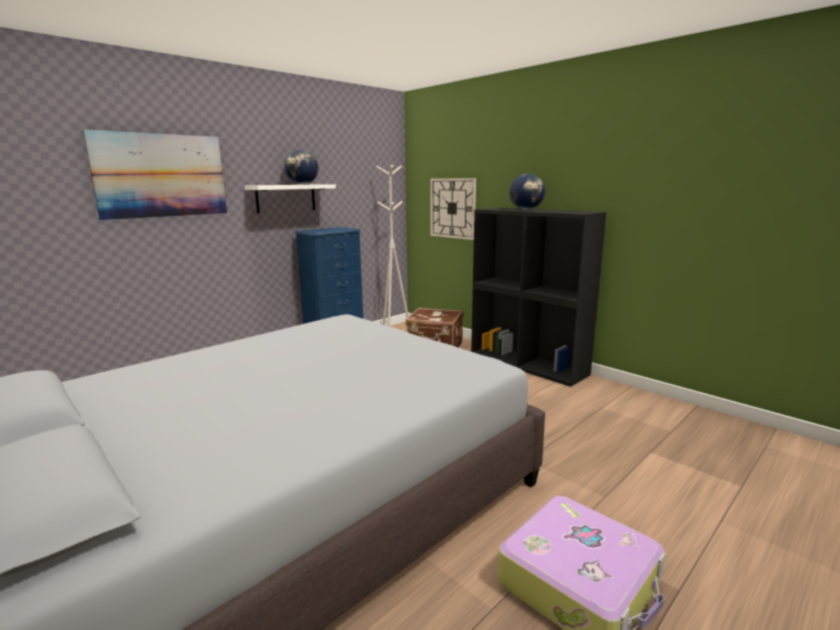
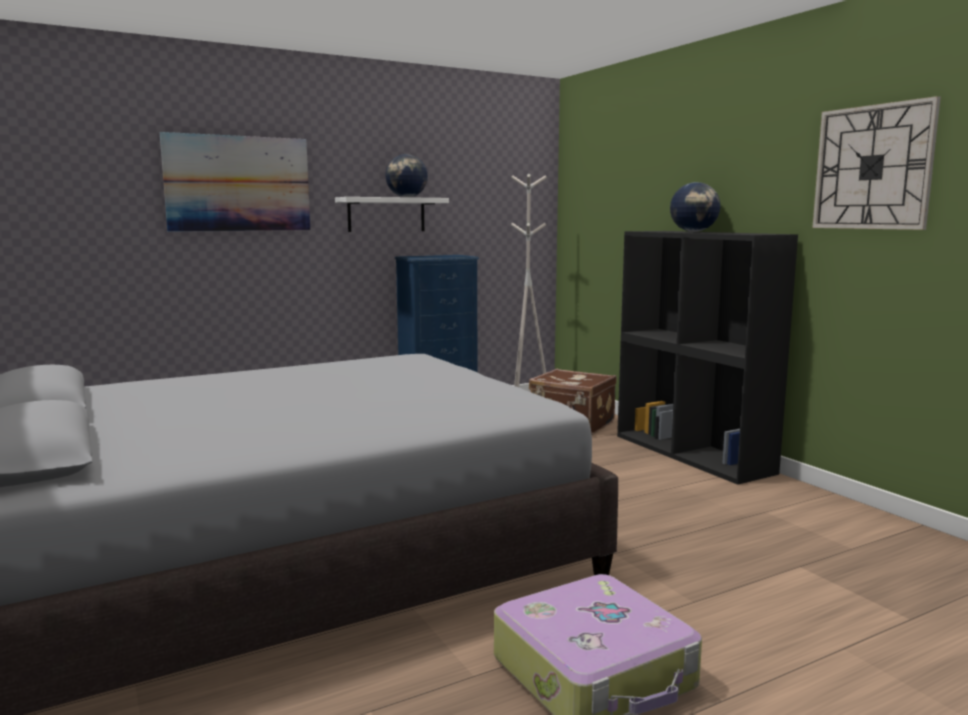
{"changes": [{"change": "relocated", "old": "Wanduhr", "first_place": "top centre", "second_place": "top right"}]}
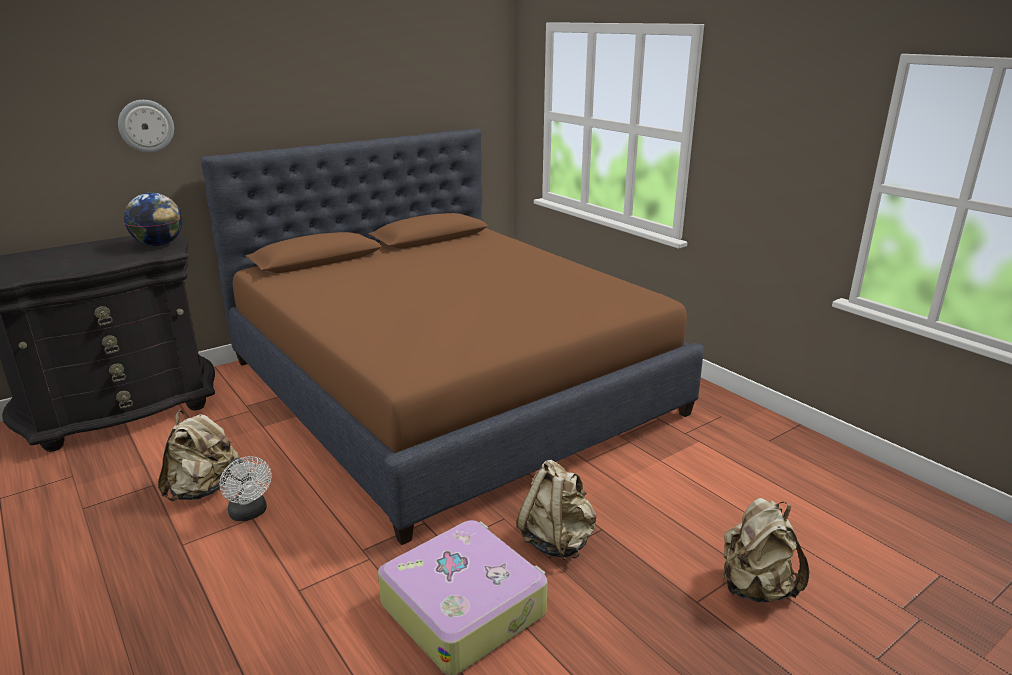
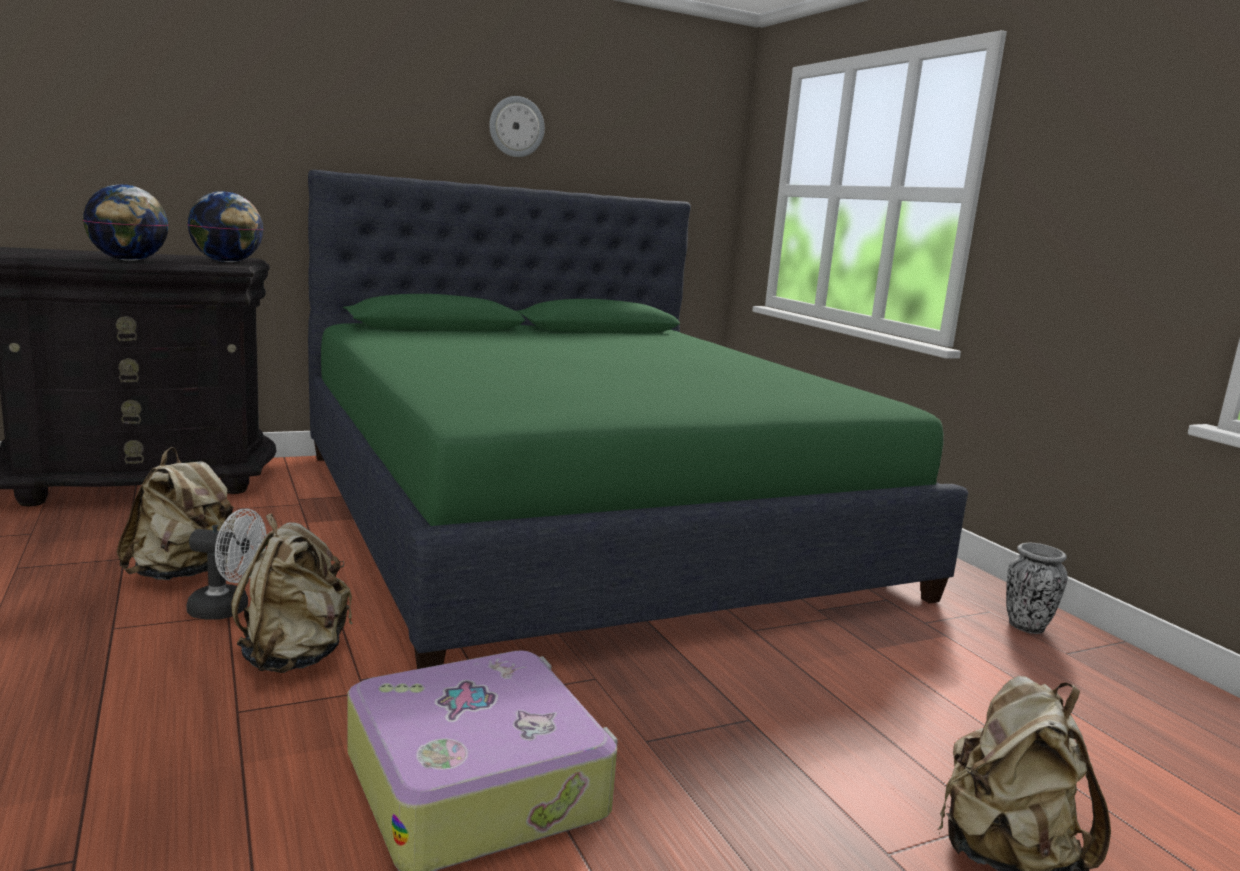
{"changes": [{"change": "relocated", "old": "Wanduhr", "first_place": "top left", "second_place": "top centre"}, {"change": "colour", "old": "Bett/braun", "new": "Bett/grün", "first_place": "centre", "second_place": "centre"}, {"change": "spun", "old": "Ventilator/weiß", "first_place": "bottom left", "second_place": "middle left", "degrees": -60}, {"change": "relocated", "old": "Rucksack/beige (no. 2 from left)", "first_place": "bottom centre", "second_place": "bottom left"}, {"change": "appeared", "new": "Globus (no. 1 from left)", "second_place": "top left"}, {"change": "appeared", "new": "Vase", "second_place": "bottom right"}]}
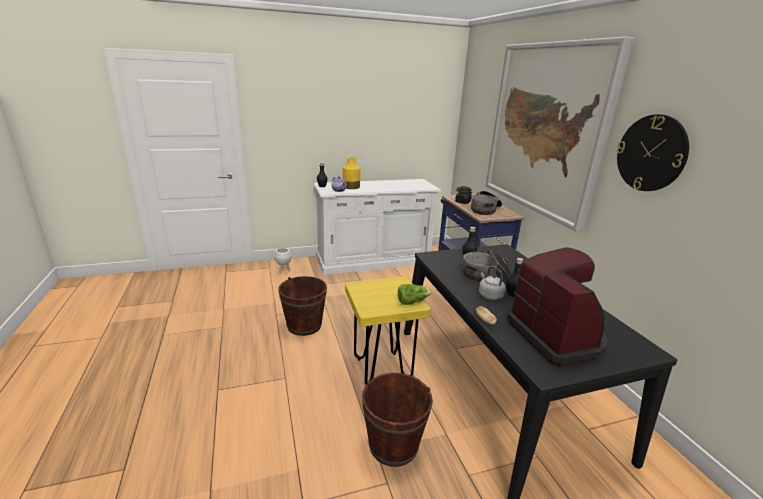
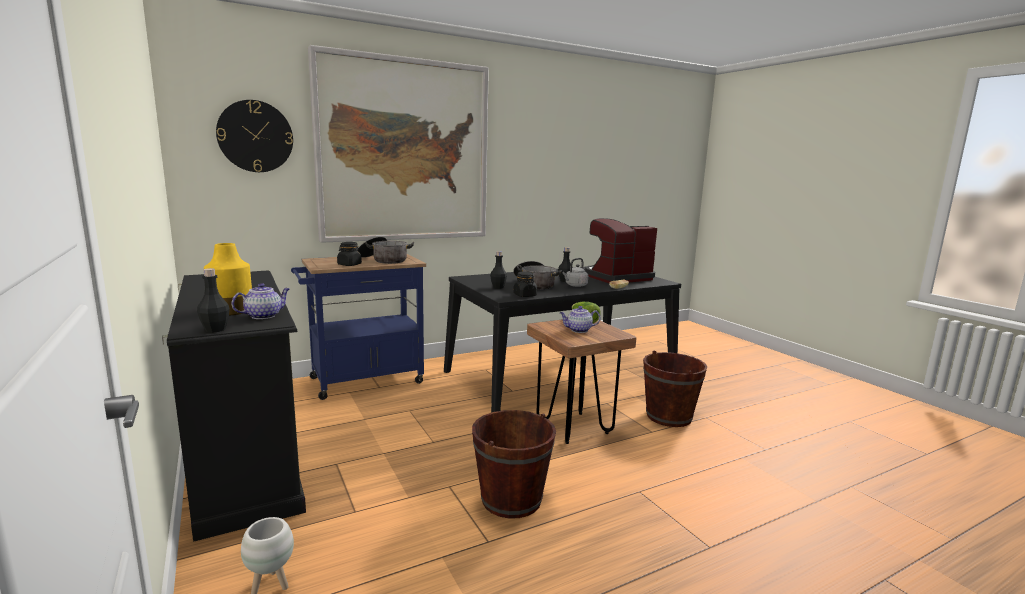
{"changes": [{"change": "relocated", "old": "Wanduhr", "first_place": "top right", "second_place": "top left"}, {"change": "colour", "old": "Schrank/weiß", "new": "Schrank/schwarz", "first_place": "centre", "second_place": "bottom left"}, {"change": "colour", "old": "Hocker/gelb", "new": "Hocker/braun", "first_place": "centre", "second_place": "centre"}, {"change": "appeared", "new": "Vorratsglas/schwarz (no. 2 from left)", "second_place": "centre"}, {"change": "appeared", "new": "Teekanne (no. 2 from left)", "second_place": "centre"}]}
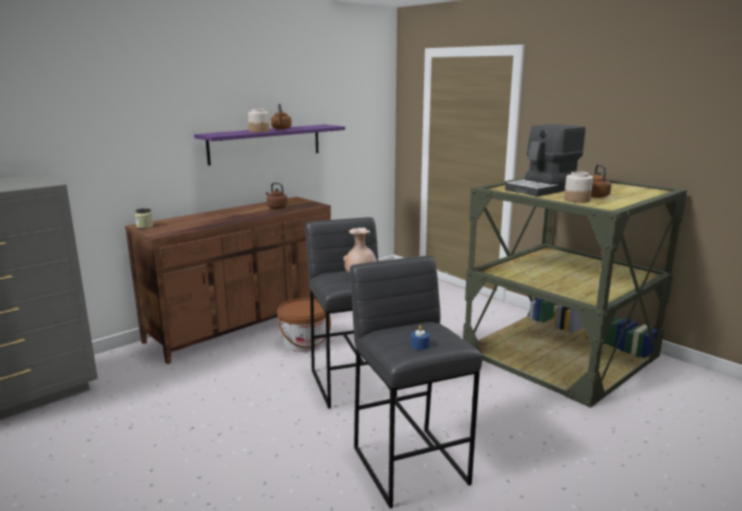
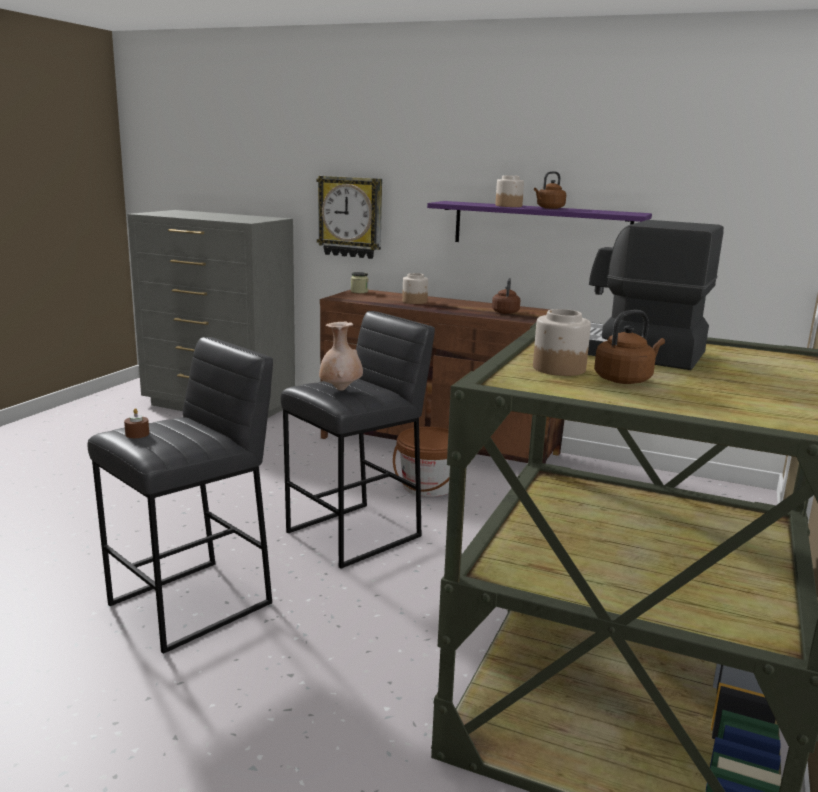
{"changes": [{"change": "colour", "old": "Kerze/blau", "new": "Kerze/braun", "first_place": "centre", "second_place": "middle left"}, {"change": "appeared", "new": "Wanduhr", "second_place": "top centre"}, {"change": "appeared", "new": "Vorratsglas (no. 2 from left)", "second_place": "centre"}]}
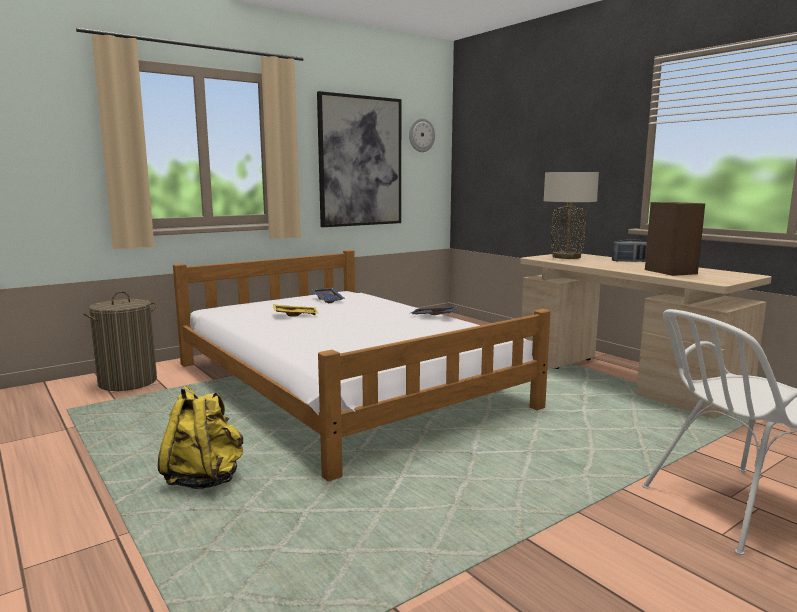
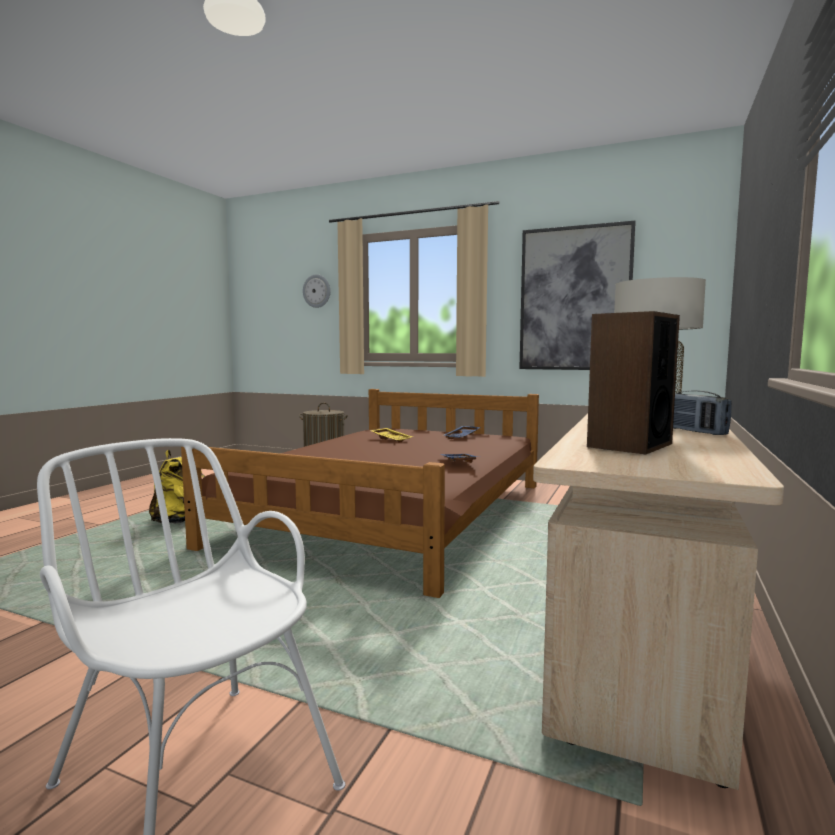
{"changes": [{"change": "relocated", "old": "Wanduhr", "first_place": "top centre", "second_place": "centre"}, {"change": "colour", "old": "Bett/weiß", "new": "Bett/braun", "first_place": "centre", "second_place": "centre"}]}
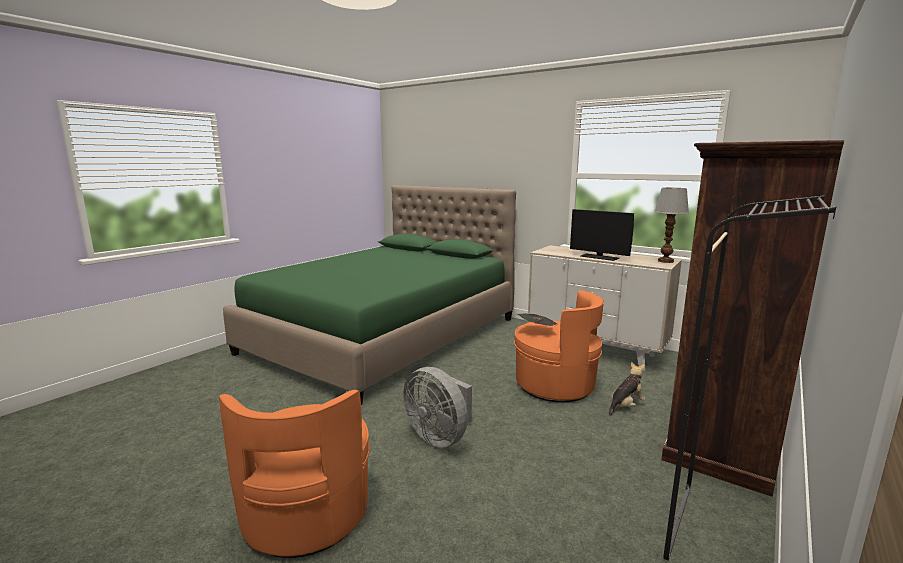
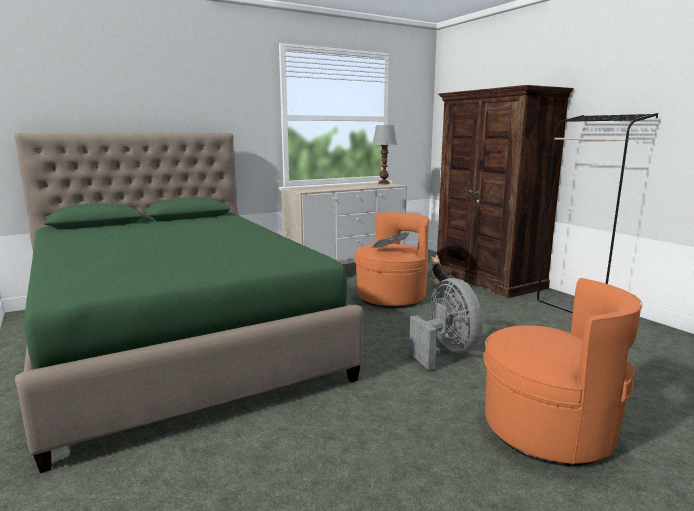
{"changes": [{"change": "missing", "old": "Monitor", "first_place": "middle right"}, {"change": "spun", "old": "Ventilator/grau", "first_place": "bottom centre", "second_place": "centre", "degrees": -90}]}
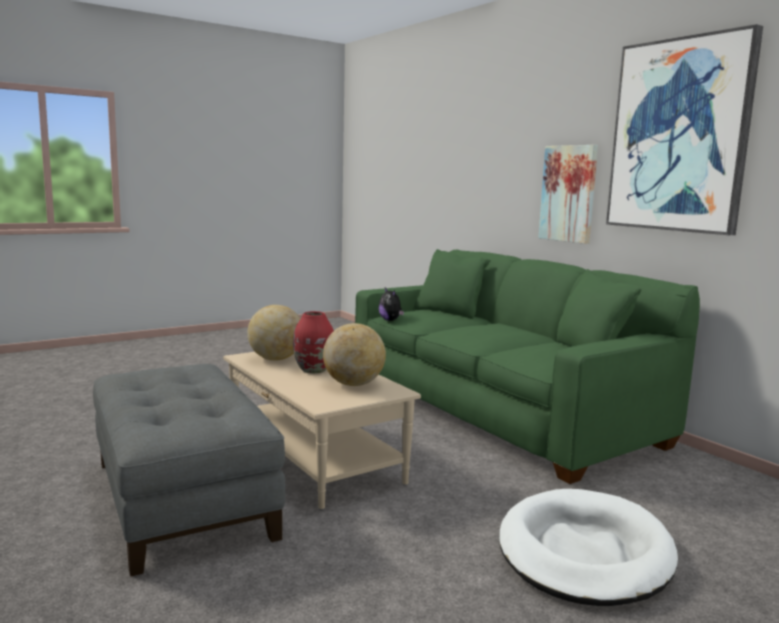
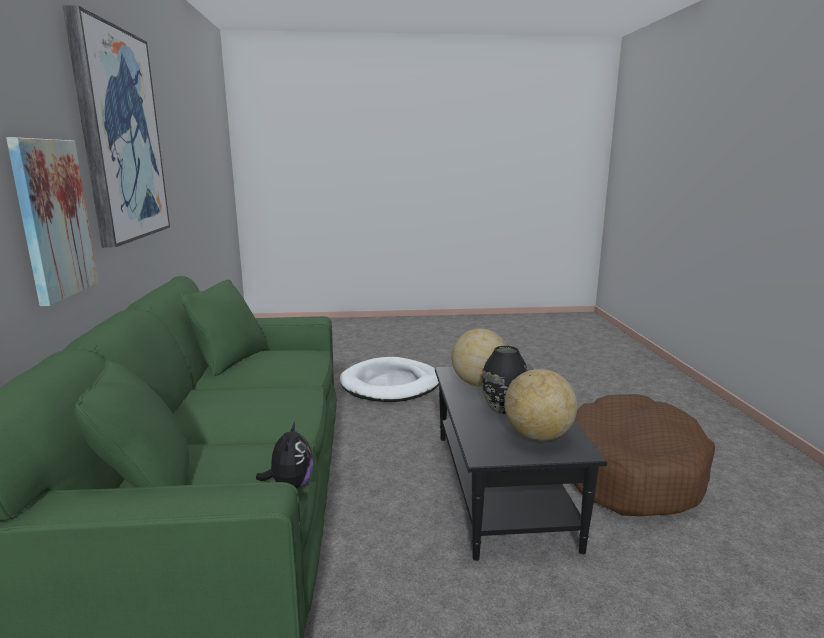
{"changes": [{"change": "colour", "old": "Vase/rot", "new": "Vase/schwarz", "first_place": "centre", "second_place": "centre"}, {"change": "colour", "old": "Couchtisch/beige", "new": "Couchtisch/schwarz", "first_place": "bottom centre", "second_place": "bottom centre"}, {"change": "exchanged", "old": "Polsterhocker/grau", "new": "Hundebett/braun", "first_place": "bottom left", "second_place": "bottom right"}]}
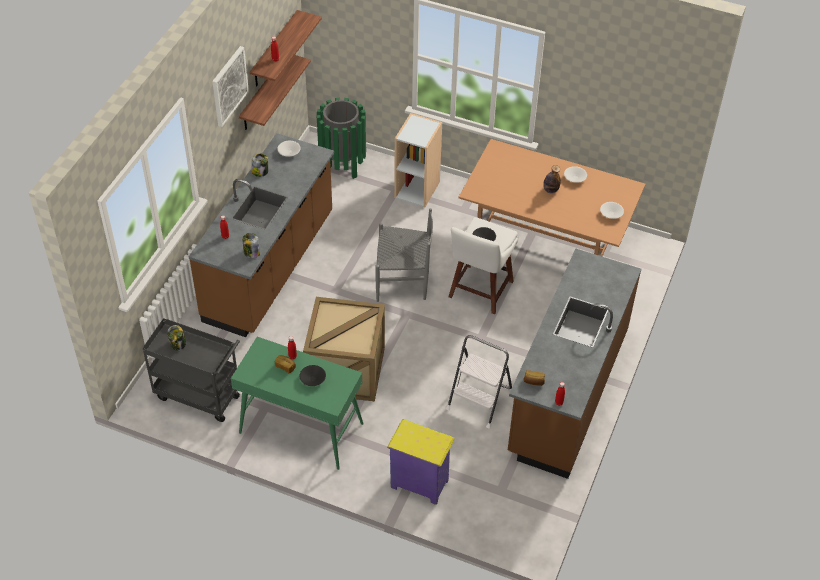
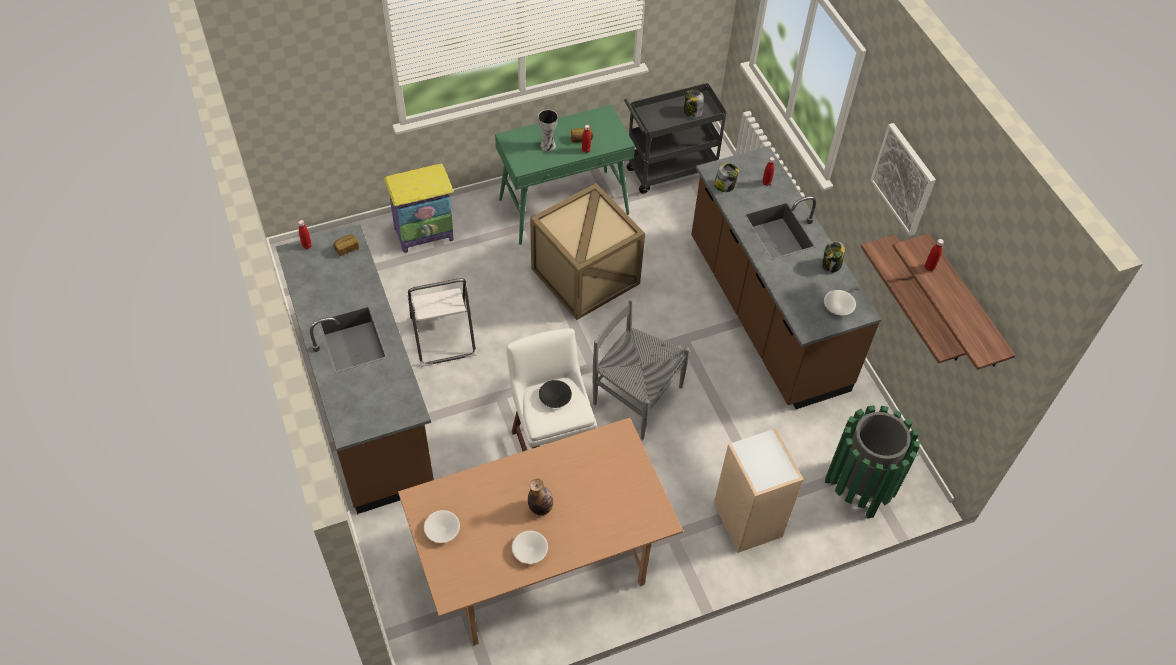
{"changes": [{"change": "spun", "old": "Stuhl/grau", "first_place": "centre", "second_place": "centre", "degrees": 75}, {"change": "exchanged", "old": "Schüssel/schwarz (no. 1 from left)", "new": "Vase", "first_place": "centre", "second_place": "top centre"}]}
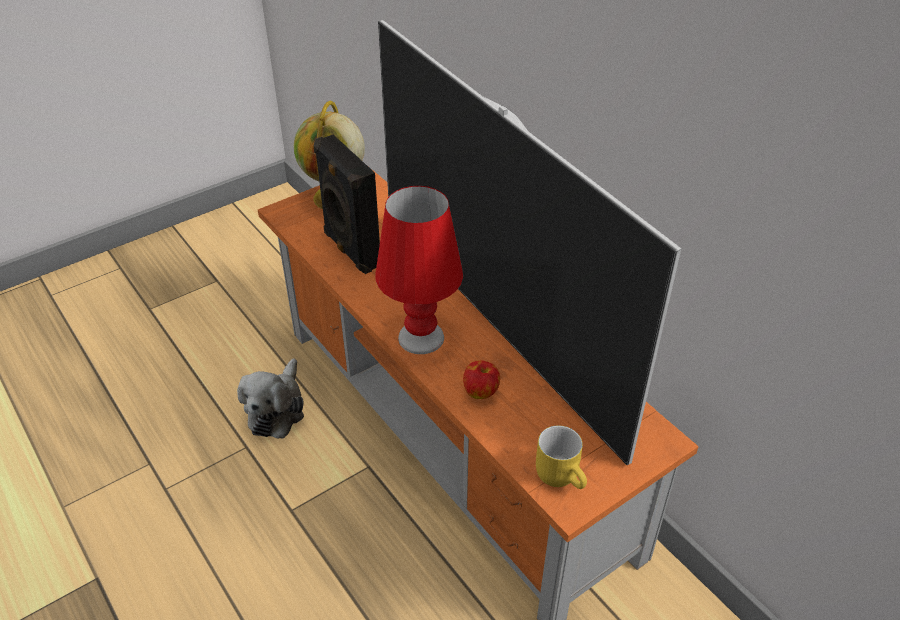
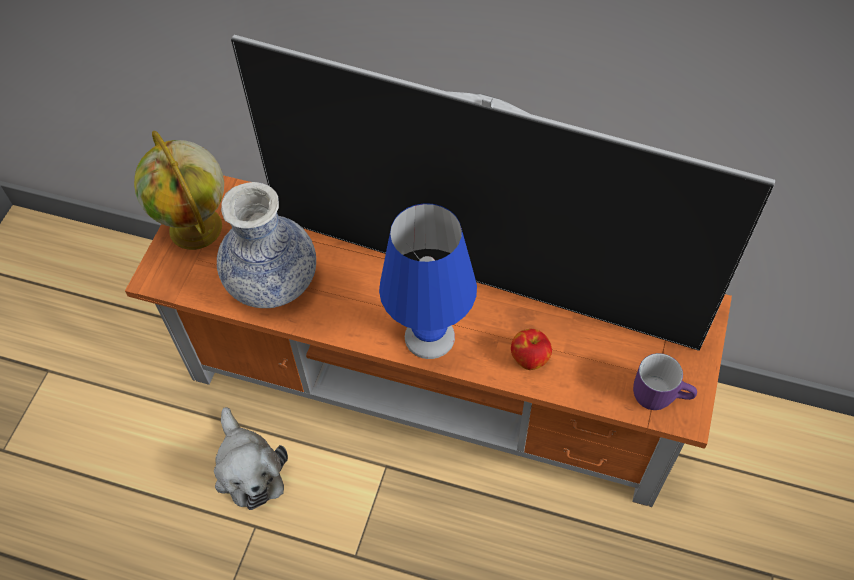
{"changes": [{"change": "exchanged", "old": "Lautsprecher/schwarz", "new": "Vase", "first_place": "top centre", "second_place": "middle left"}, {"change": "colour", "old": "Tischlampe/rot", "new": "Tischlampe/blau", "first_place": "centre", "second_place": "centre"}, {"change": "colour", "old": "Henkelbecher/gelb", "new": "Henkelbecher/lila", "first_place": "bottom centre", "second_place": "middle right"}]}
